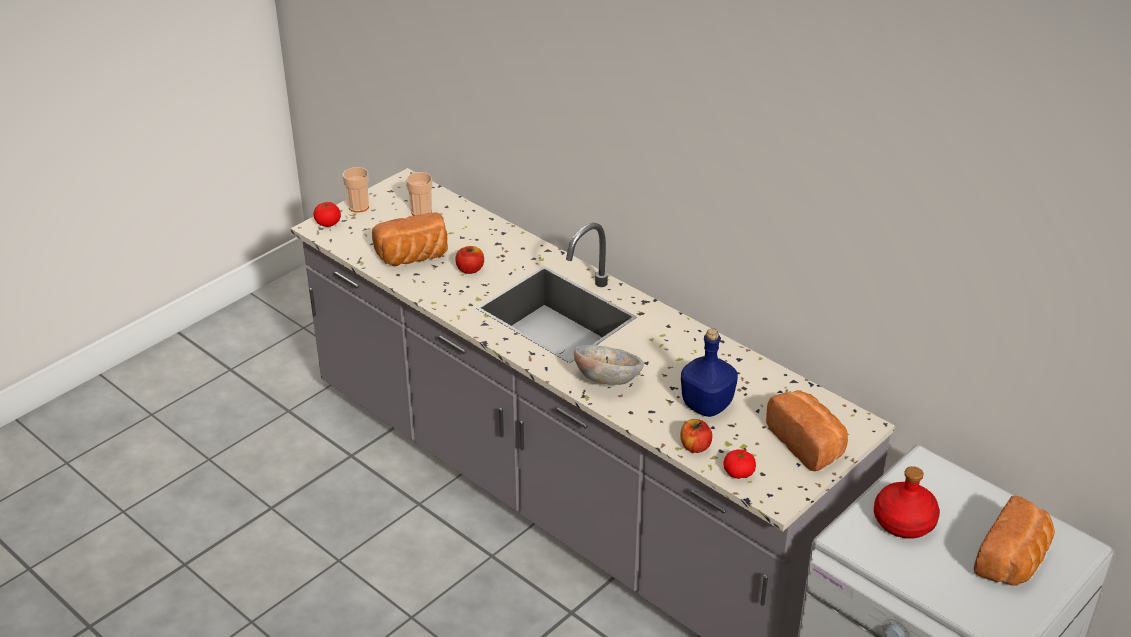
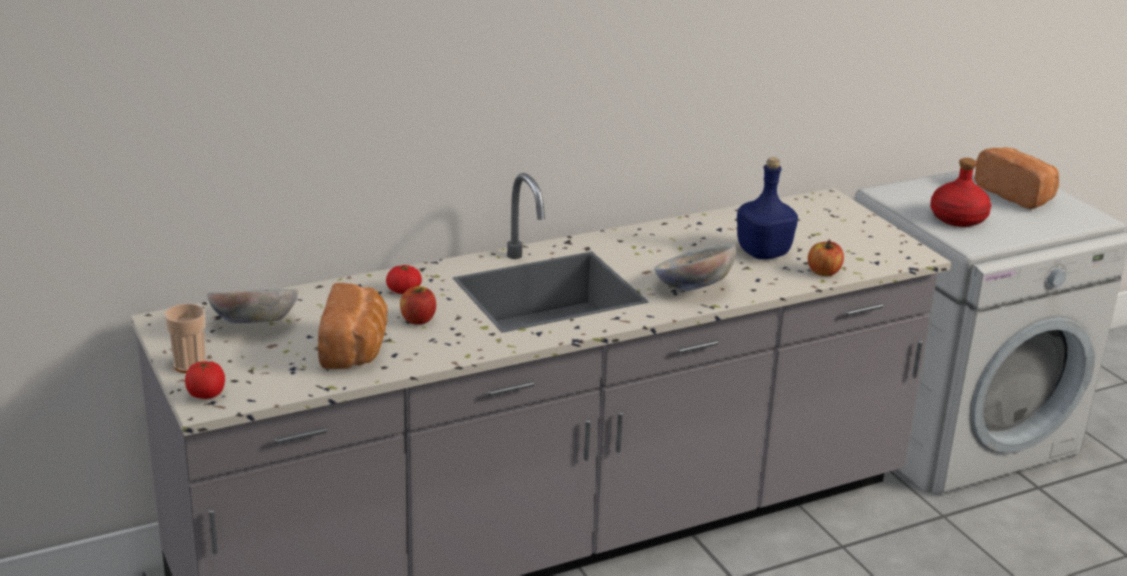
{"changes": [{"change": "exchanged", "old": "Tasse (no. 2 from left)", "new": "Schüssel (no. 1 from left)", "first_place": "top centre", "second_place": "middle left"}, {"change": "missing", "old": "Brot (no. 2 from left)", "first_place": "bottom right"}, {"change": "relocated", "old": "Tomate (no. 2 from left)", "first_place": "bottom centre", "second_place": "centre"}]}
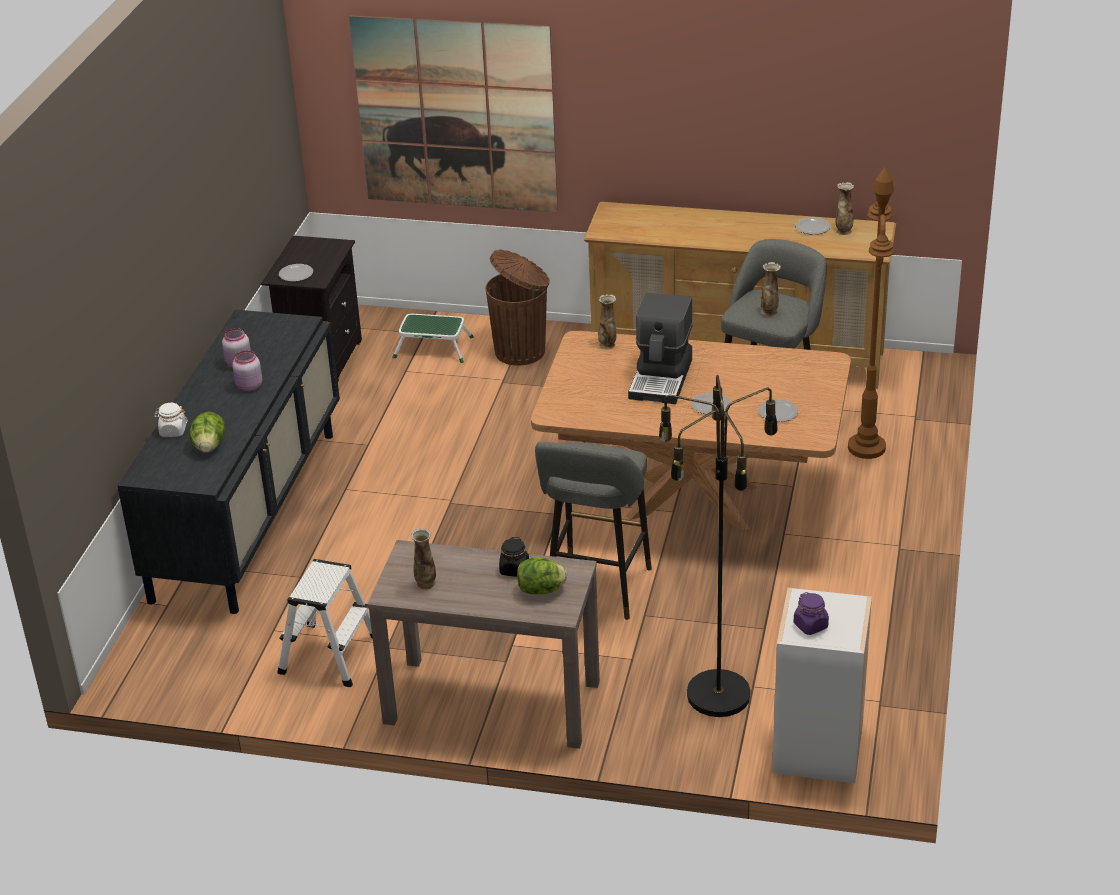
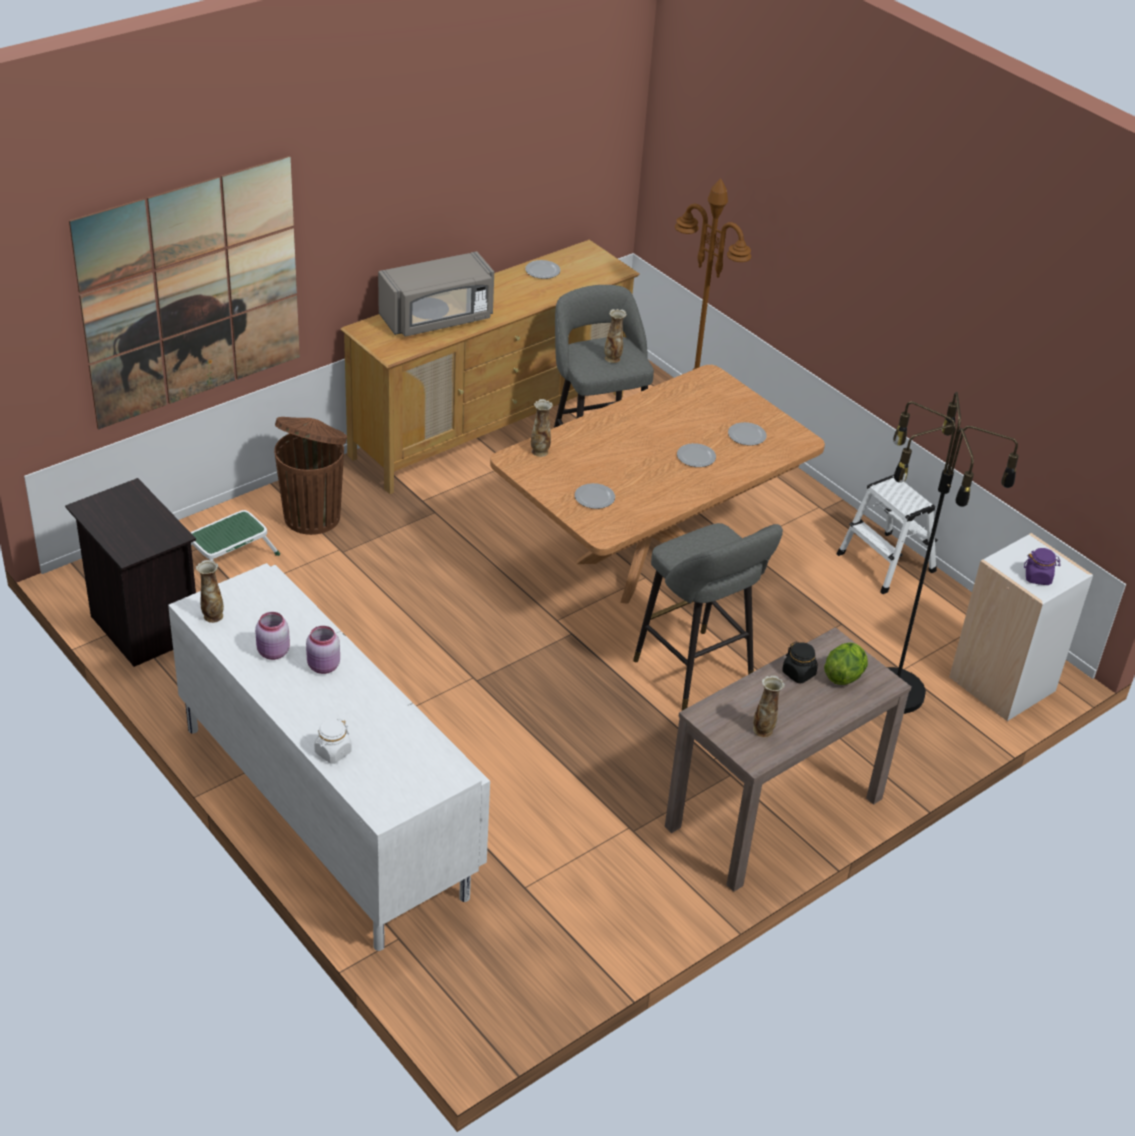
{"changes": [{"change": "relocated", "old": "Vase (no. 4 from left in the first image)", "new": "Vase (no. 1 from left)", "first_place": "top right", "second_place": "middle left"}, {"change": "relocated", "old": "Teller (no. 1 from left in the first image)", "new": "Teller (no. 2 from left)", "first_place": "top left", "second_place": "centre"}, {"change": "missing", "old": "Kaffeemaschine", "first_place": "centre"}, {"change": "colour", "old": "Schrank/schwarz", "new": "Schrank/weiß", "first_place": "middle left", "second_place": "middle left"}, {"change": "missing", "old": "Salatkopf (no. 1 from left)", "first_place": "middle left"}, {"change": "relocated", "old": "Trittleiter/weiß", "first_place": "bottom left", "second_place": "middle right"}, {"change": "appeared", "new": "Mikrowelle/grau", "second_place": "top centre"}]}
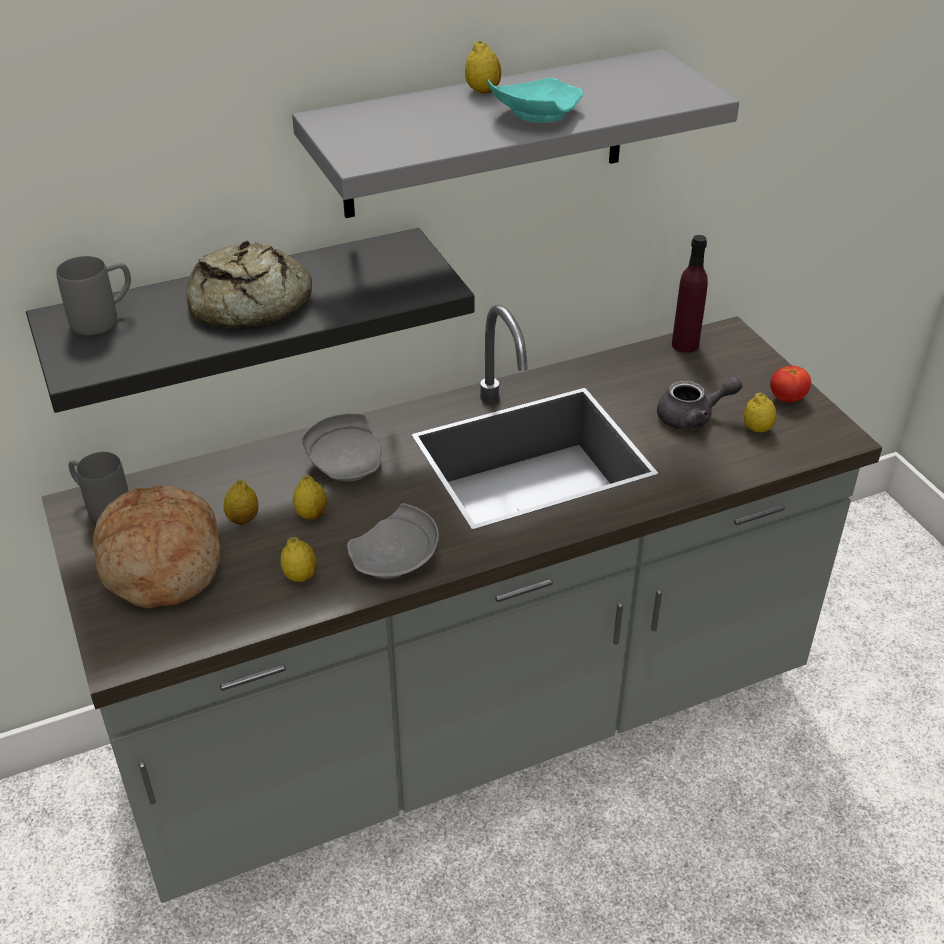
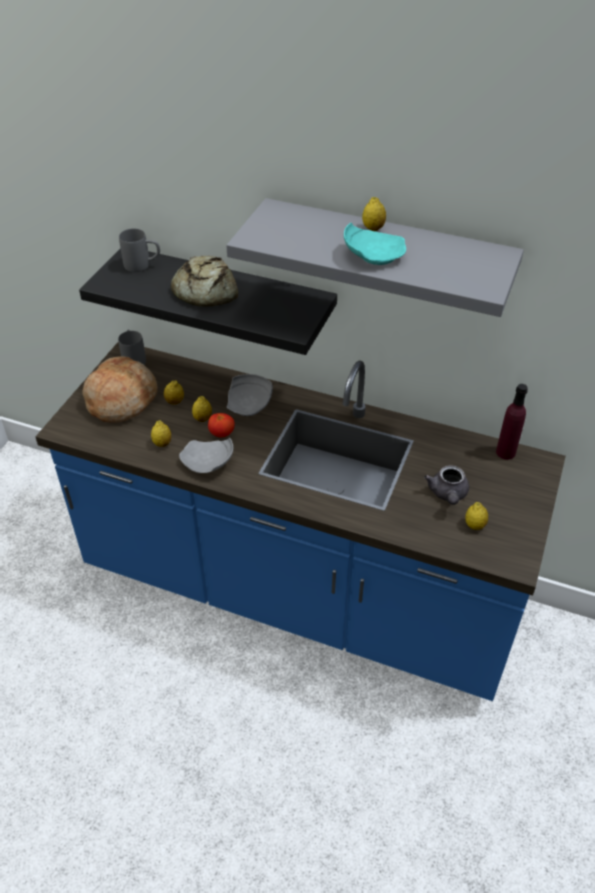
{"changes": [{"change": "colour", "old": "Küchenzeile/grau", "new": "Küchenzeile/blau", "first_place": "centre", "second_place": "centre"}, {"change": "relocated", "old": "Tomate", "first_place": "middle right", "second_place": "centre"}, {"change": "spun", "old": "Teekanne/grau", "first_place": "middle right", "second_place": "middle right", "degrees": 60}]}
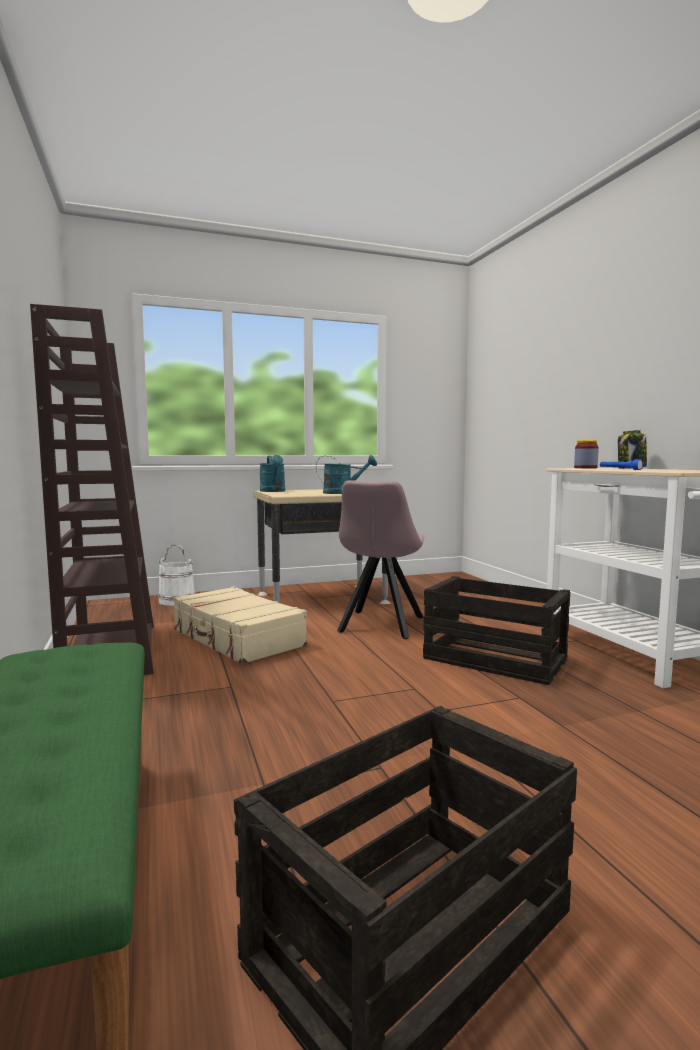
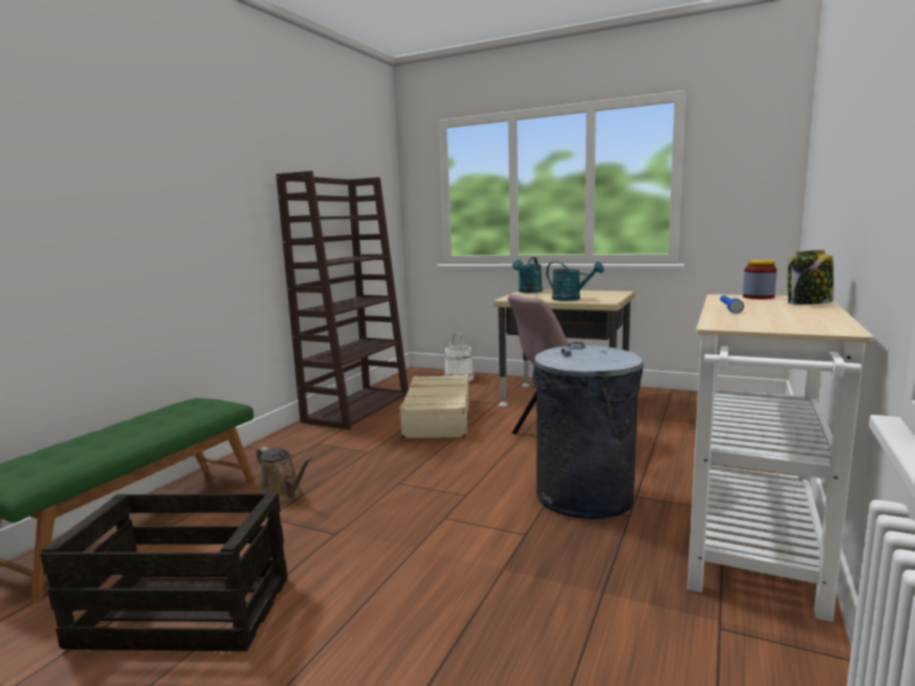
{"changes": [{"change": "exchanged", "old": "Kiste (no. 2 from left)", "new": "Mülleimer/grau", "first_place": "middle right", "second_place": "centre"}, {"change": "appeared", "new": "Gießkanne/braun", "second_place": "bottom left"}]}
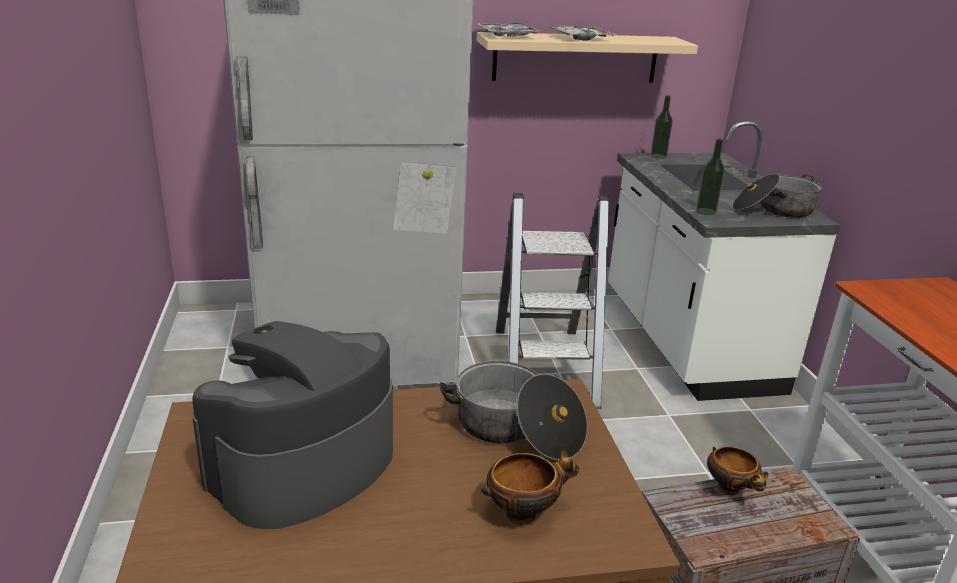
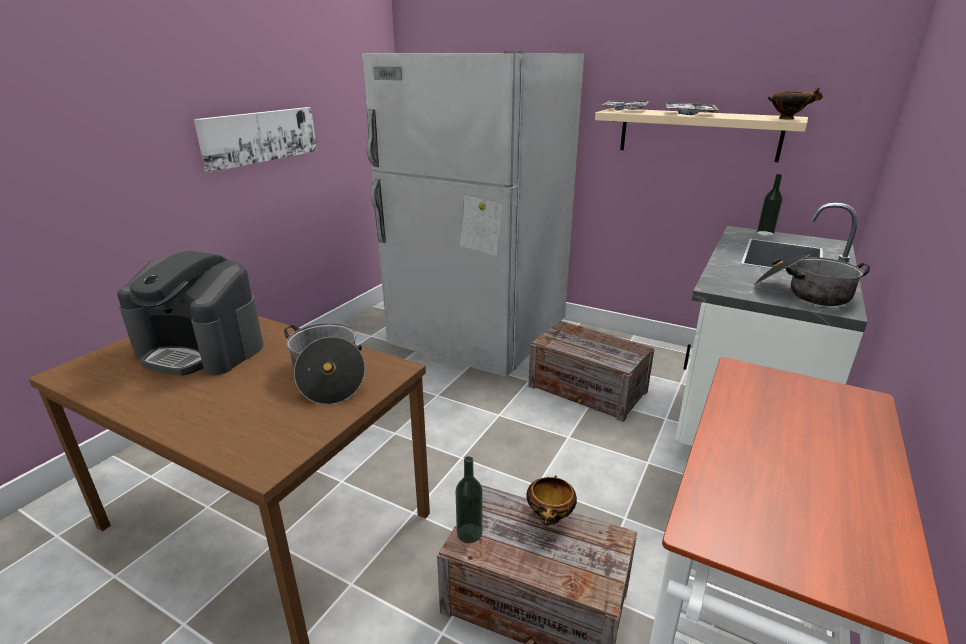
{"changes": [{"change": "relocated", "old": "Flasche (no. 2 from left in the first image)", "new": "Flasche (no. 1 from left)", "first_place": "top right", "second_place": "bottom centre"}, {"change": "exchanged", "old": "Trittleiter/grau", "new": "Kiste (no. 2 from left)", "first_place": "centre", "second_place": "centre"}, {"change": "spun", "old": "Kaffeemaschine", "first_place": "bottom left", "second_place": "middle left", "degrees": -150}, {"change": "relocated", "old": "Schüssel (no. 1 from left in the first image)", "new": "Schüssel (no. 2 from left)", "first_place": "bottom centre", "second_place": "top right"}, {"change": "appeared", "new": "Bild", "second_place": "top left"}]}
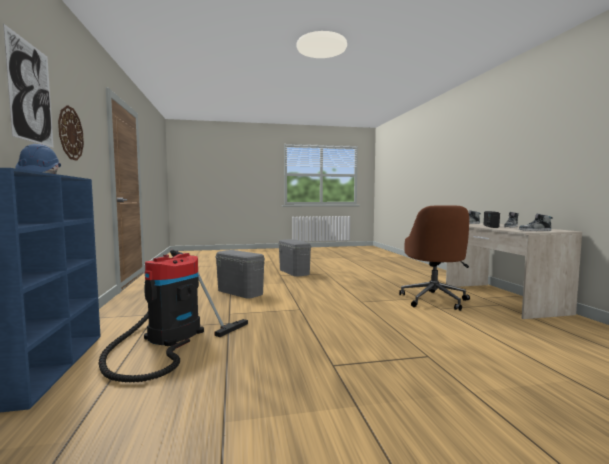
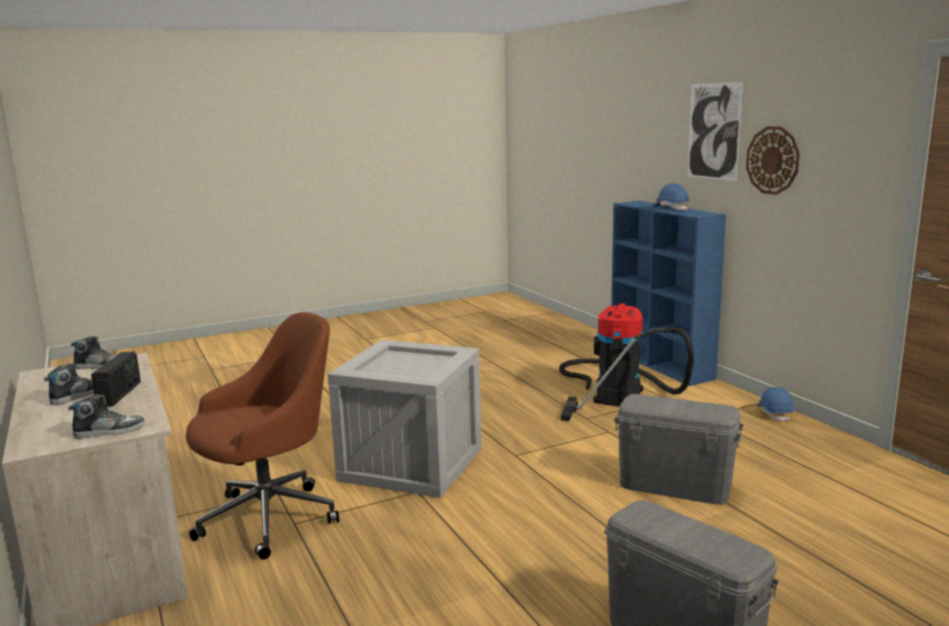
{"changes": [{"change": "spun", "old": "Bürostuhl/braun", "first_place": "middle right", "second_place": "bottom left", "degrees": 60}, {"change": "appeared", "new": "Kiste", "second_place": "bottom centre"}, {"change": "appeared", "new": "Schutzhelm/blau (no. 2 from left)", "second_place": "middle right"}]}
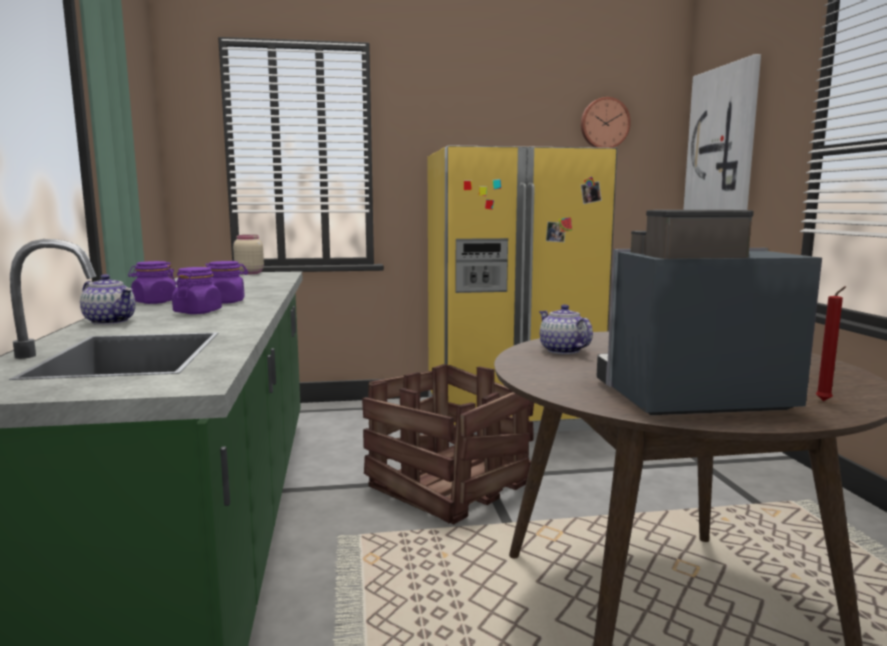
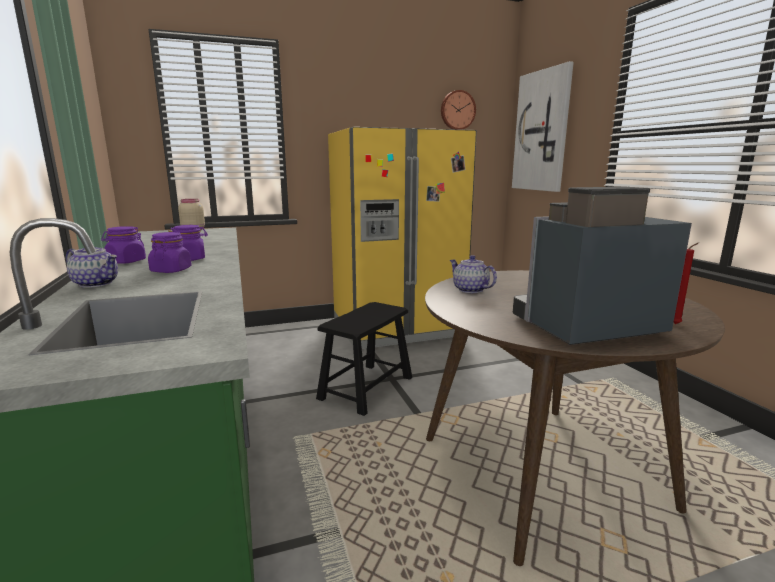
{"changes": [{"change": "exchanged", "old": "Kiste", "new": "Hocker/schwarz", "first_place": "bottom centre", "second_place": "centre"}]}
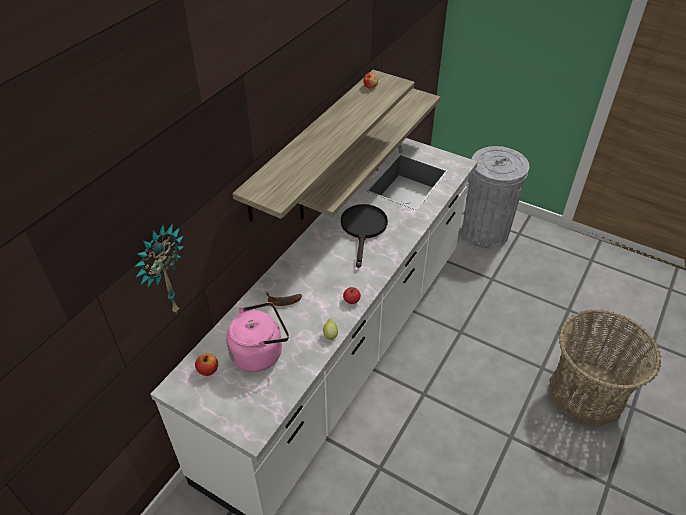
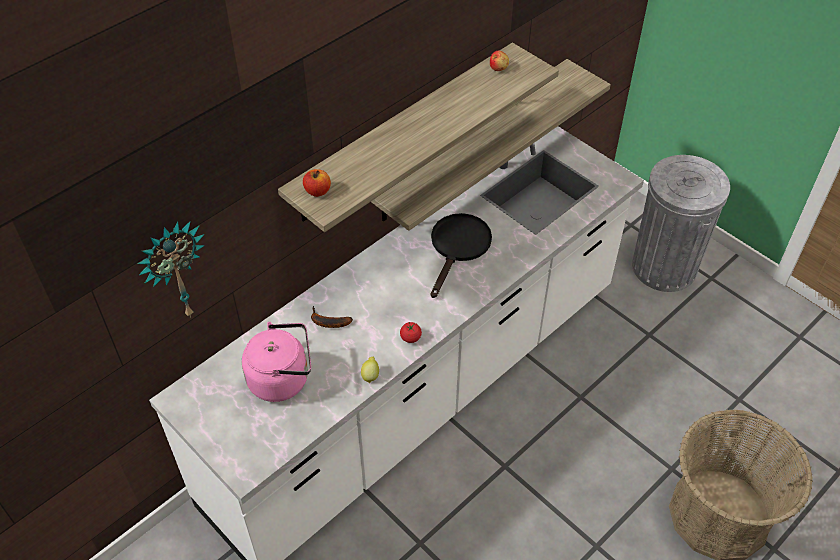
{"changes": [{"change": "relocated", "old": "Apfel (no. 1 from left)", "first_place": "bottom left", "second_place": "top centre"}]}
